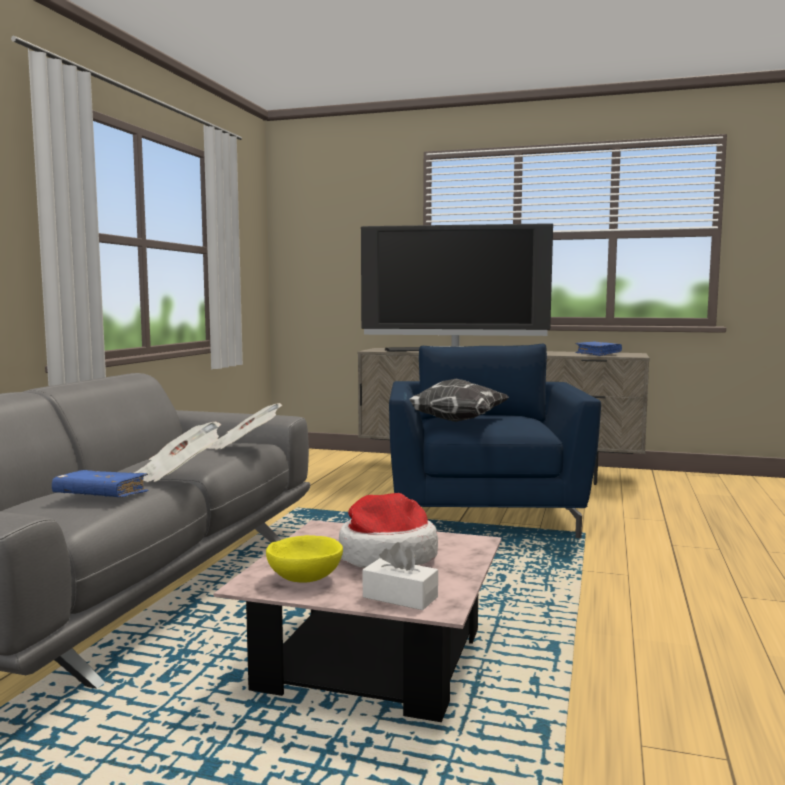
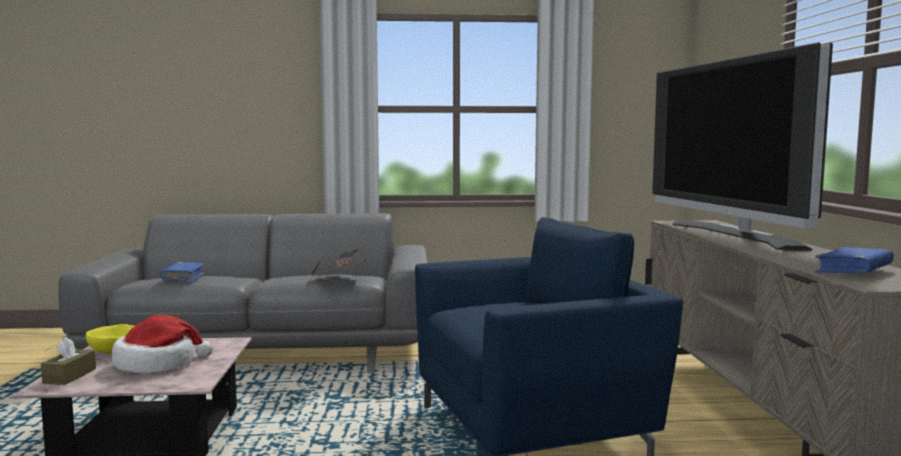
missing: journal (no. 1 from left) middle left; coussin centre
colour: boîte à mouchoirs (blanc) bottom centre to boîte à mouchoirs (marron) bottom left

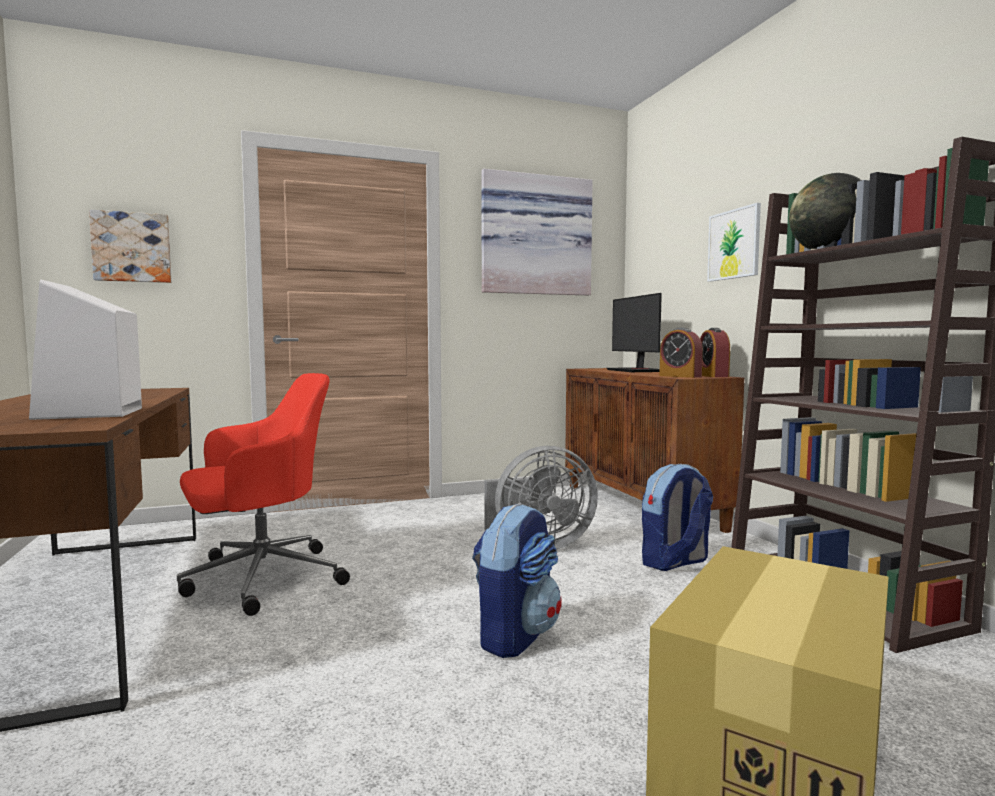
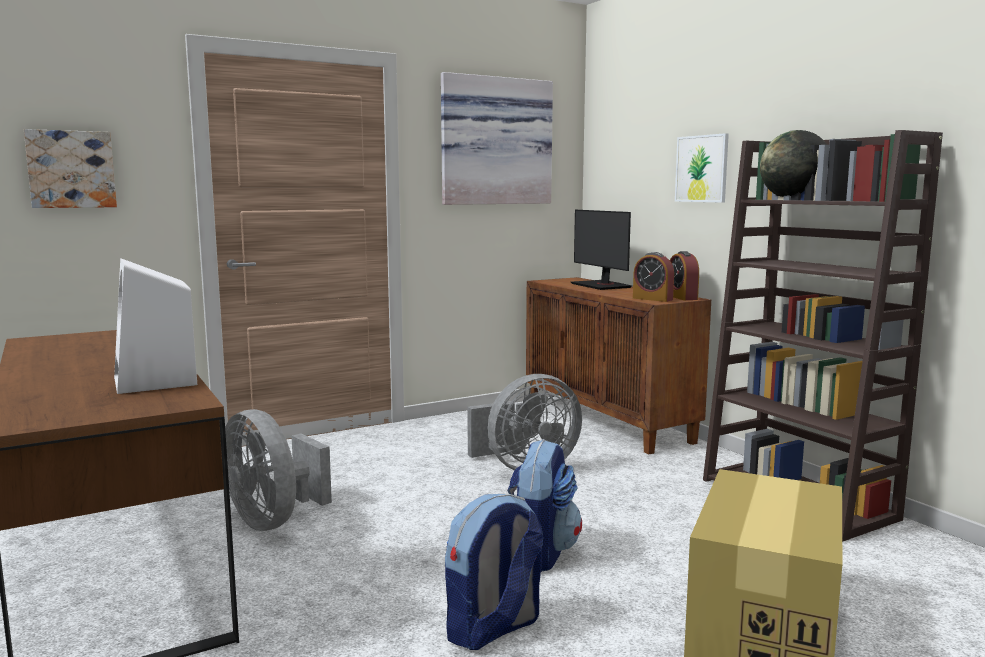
relocated: sac à dos (no. 2 from left in the first image) middle right to sac à dos (no. 1 from left) bottom centre
exchanged: chaise de bureau (rouge) middle left to ventilateur (gris) (no. 1 from left) bottom left

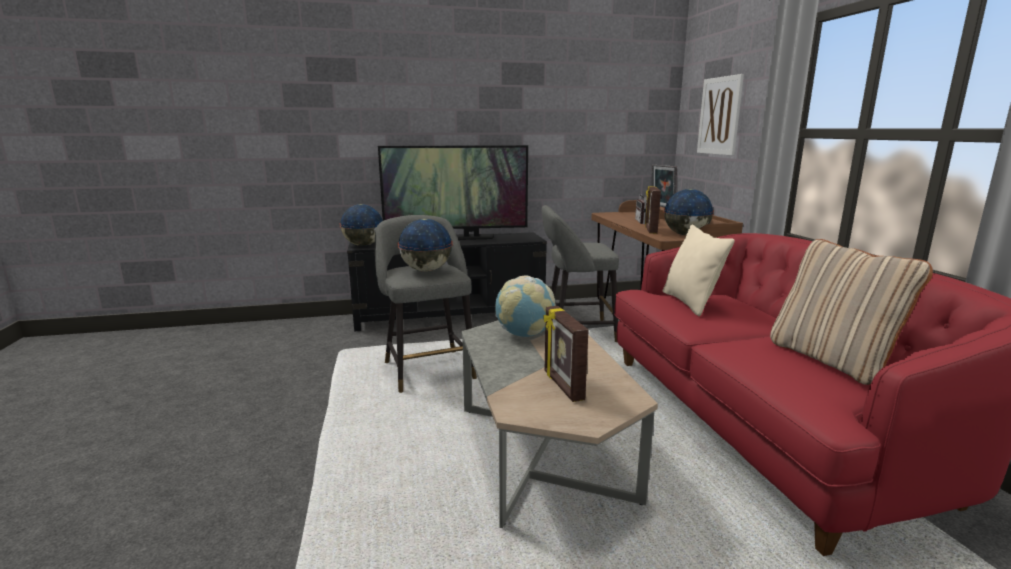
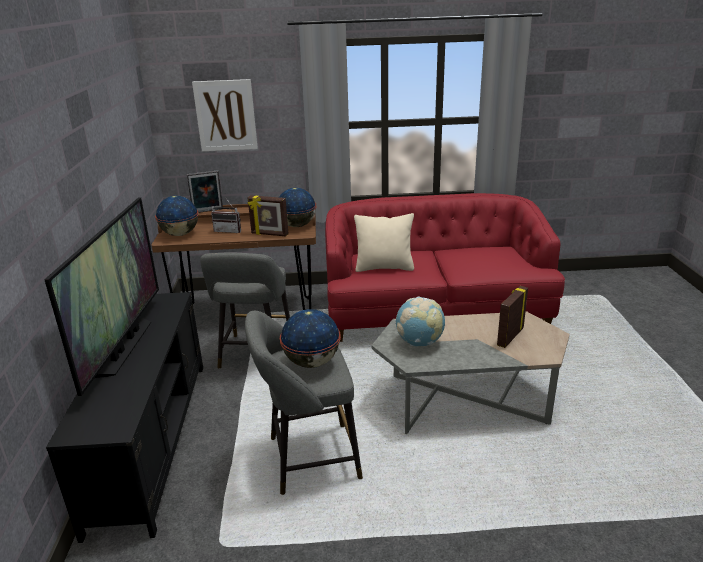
missing: coussin (beige) (no. 2 from left) middle right
relocated: globe (no. 1 from left) centre to middle left
spun: cadre photo (no. 1 from left in the first image) centre = middle right 135 degrees clockwise

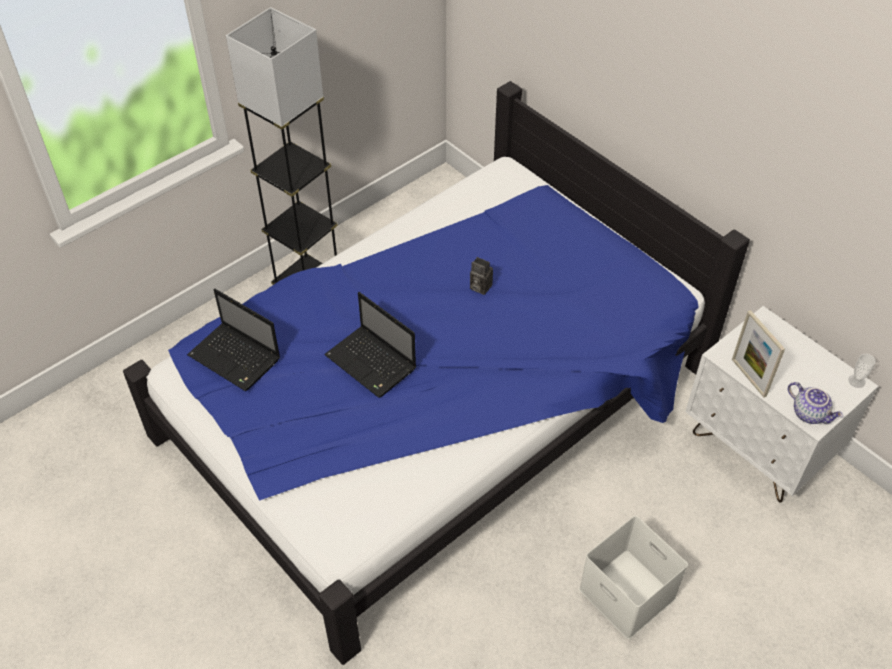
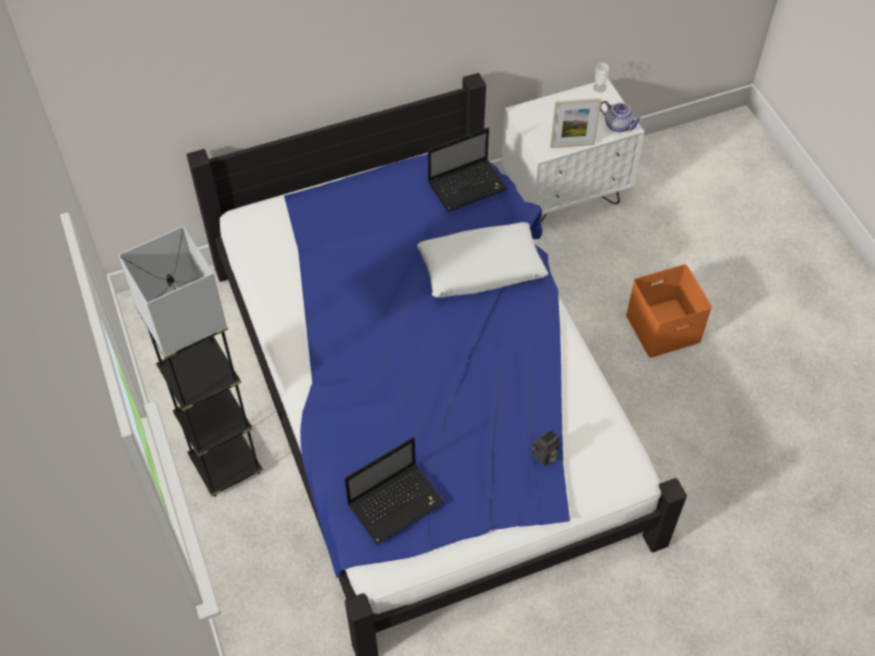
appeared: coussin (blanc) centre
relocated: ordinateur portable (no. 2 from left) centre to top centre; appareil photo centre to bottom centre
colour: boîte de rangement (blanc) bottom right to boîte de rangement (orange) middle right
spun: théière middle right = top right 60 degrees clockwise

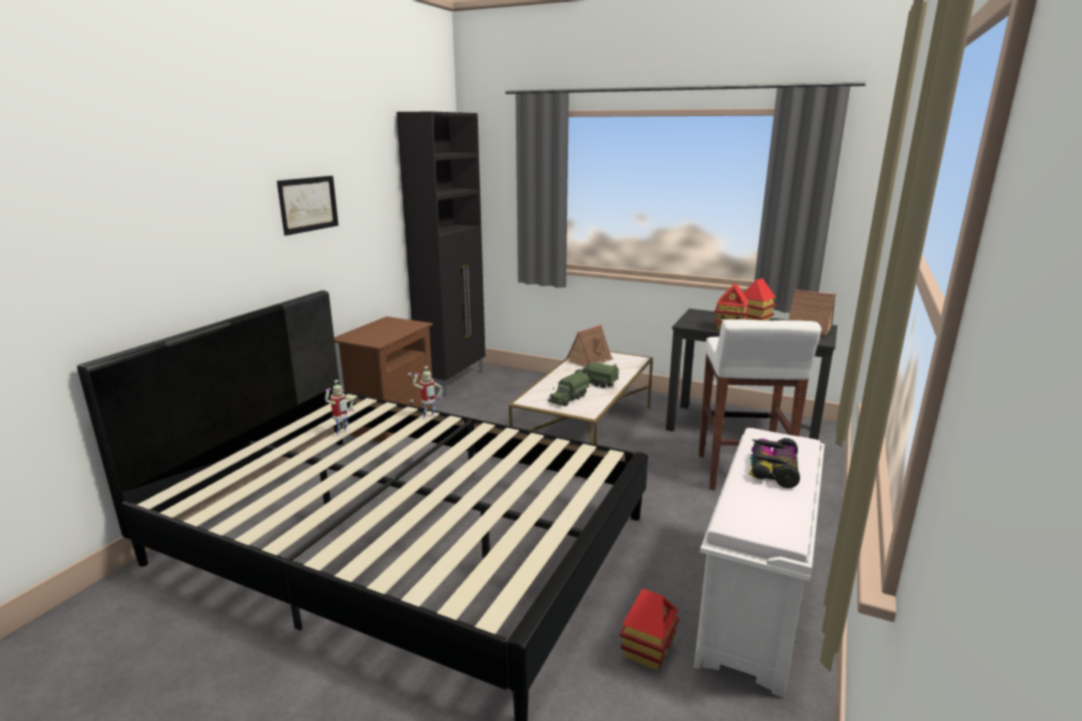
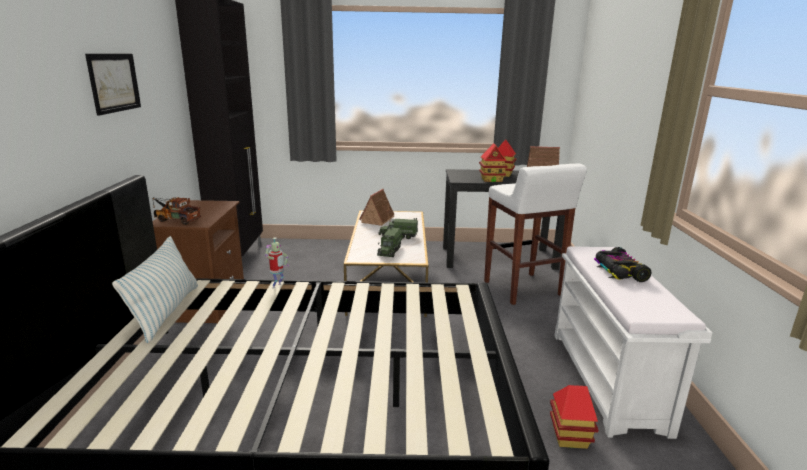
missing: robot jouet (no. 1 from left) middle left
appeared: coussin middle left; camion jouet (no. 1 from left) middle left

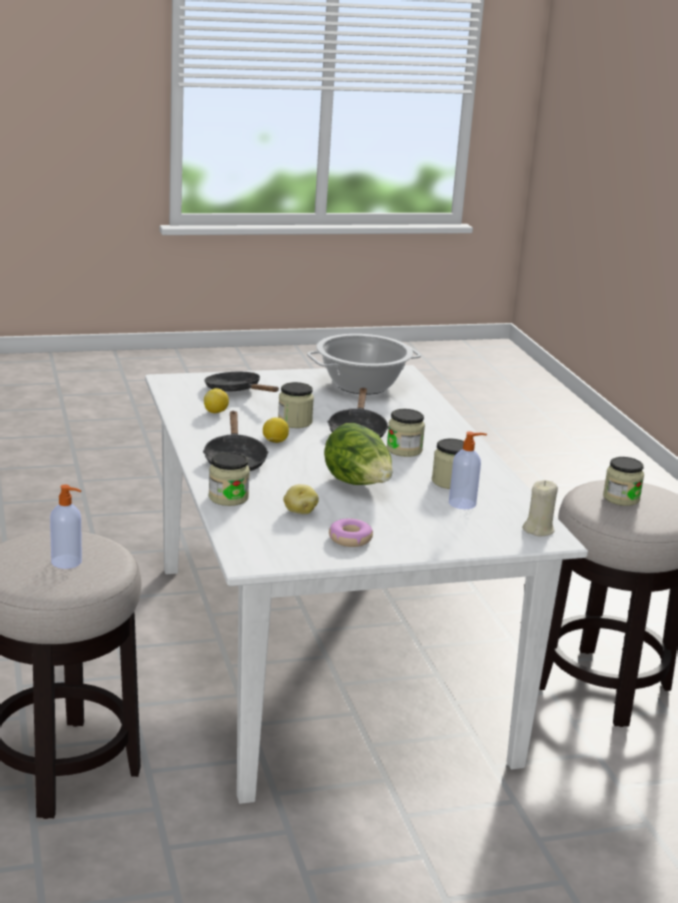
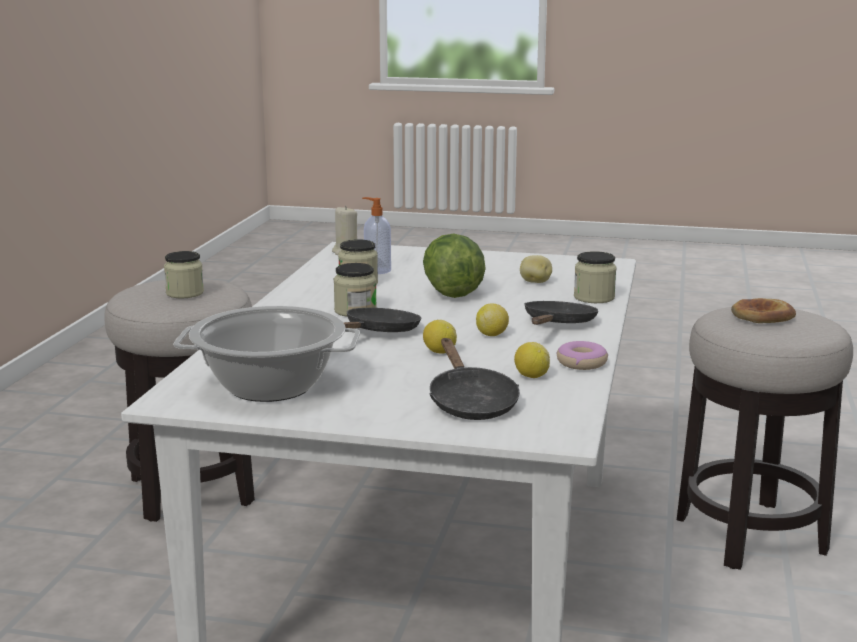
relocated: beignet centre to middle right
exchanged: distributeur de savon (no. 1 from left) middle left to pain middle right; bocal (no. 2 from left) centre to citron (no. 1 from left) centre

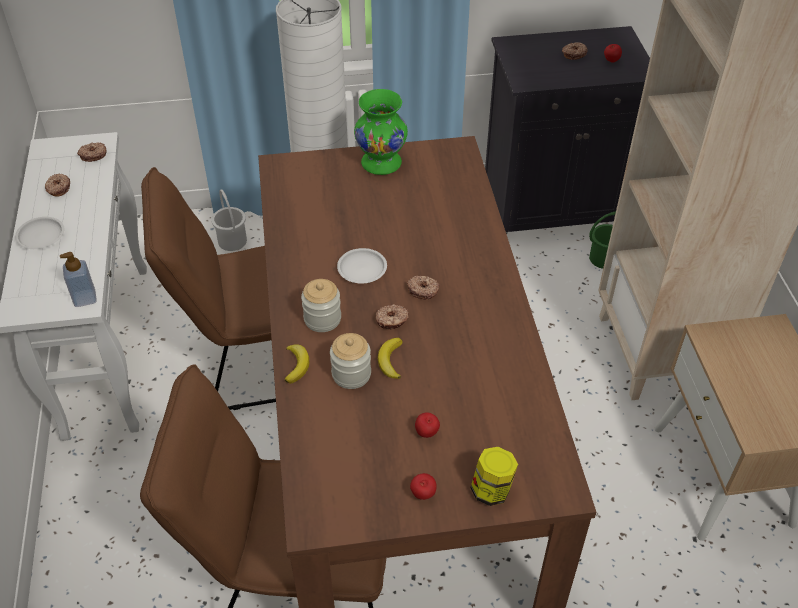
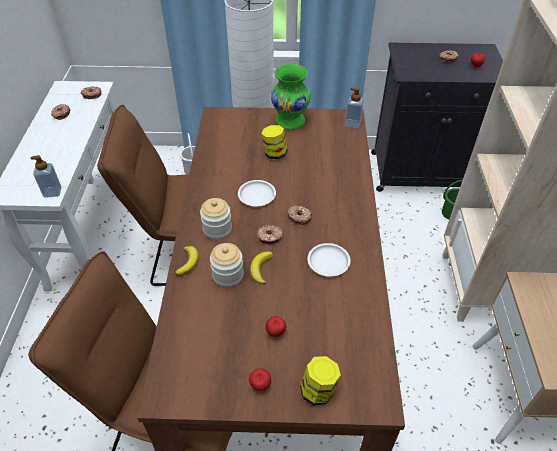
appeared: bocal (no. 3 from left) top centre; distributeur de savon (no. 2 from left) top centre
relocated: assiette (blanc) (no. 1 from left in the first image) middle left to assiette (blanc) (no. 2 from left) centre

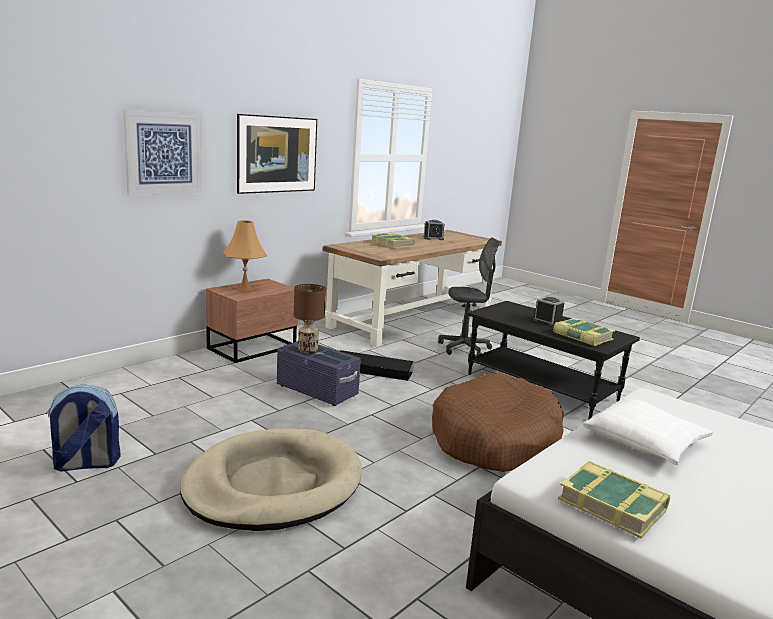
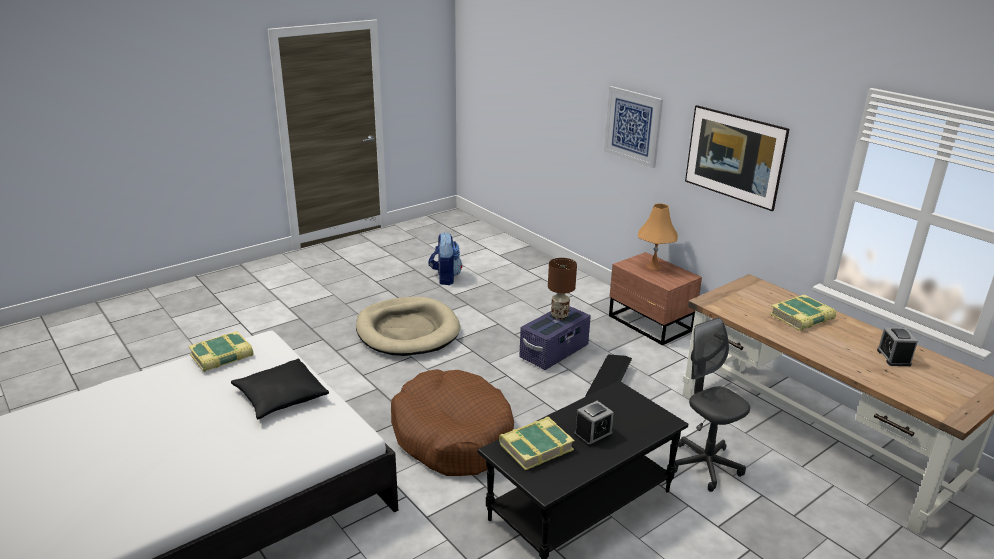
colour: coussin (blanc) bottom right to coussin (noir) bottom left
spun: chaise de bureau (gris) centre = bottom right 150 degrees clockwise

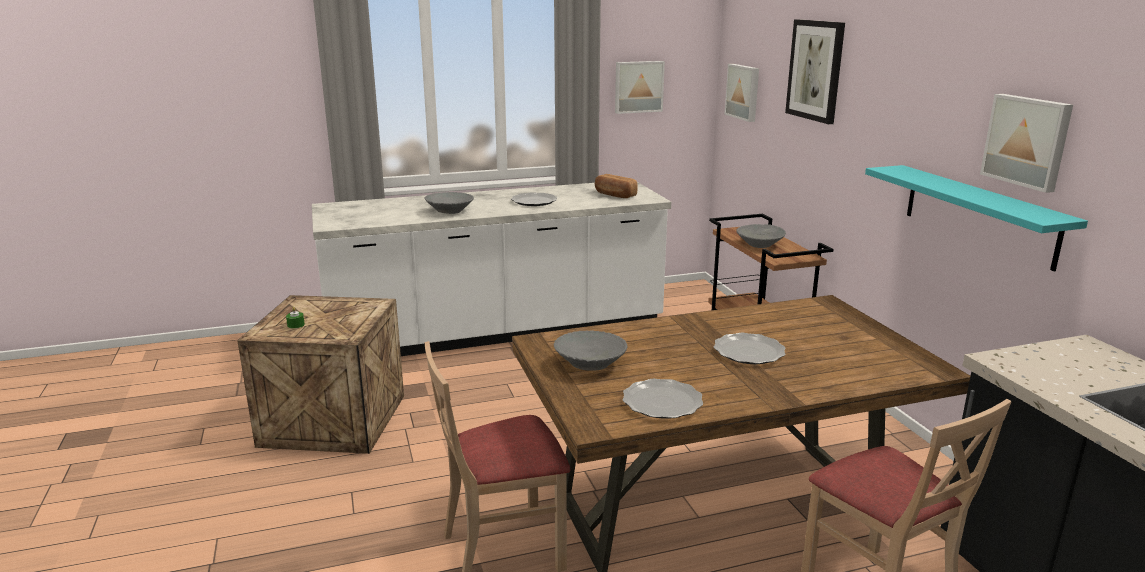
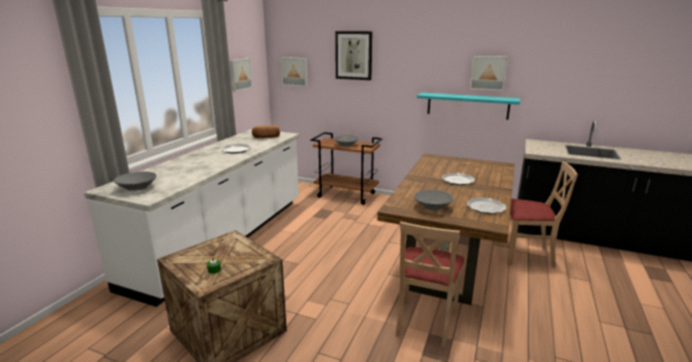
relocated: bol (gris) (no. 1 from left) centre to middle left

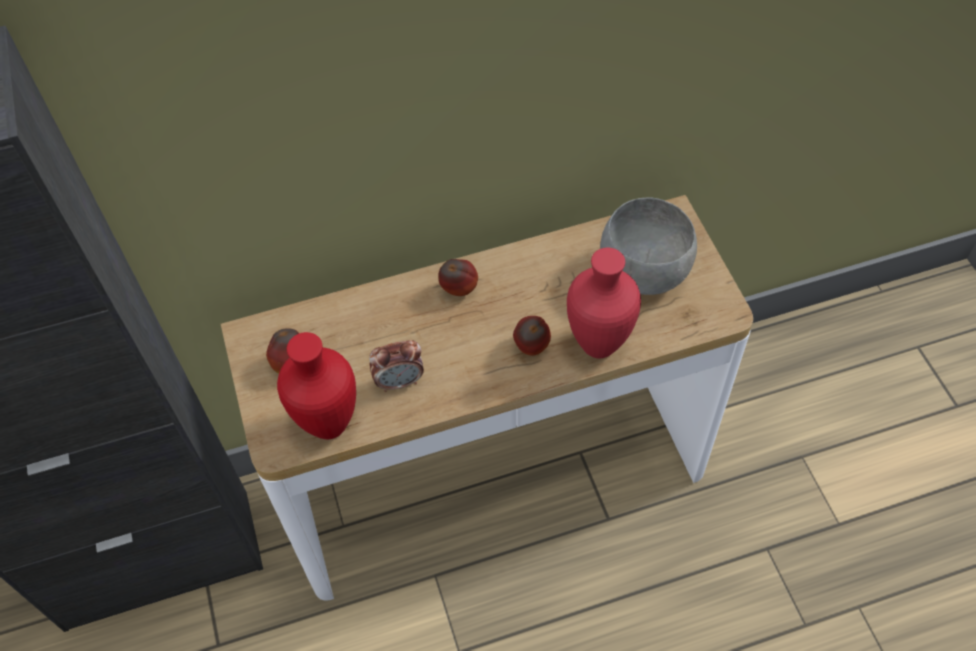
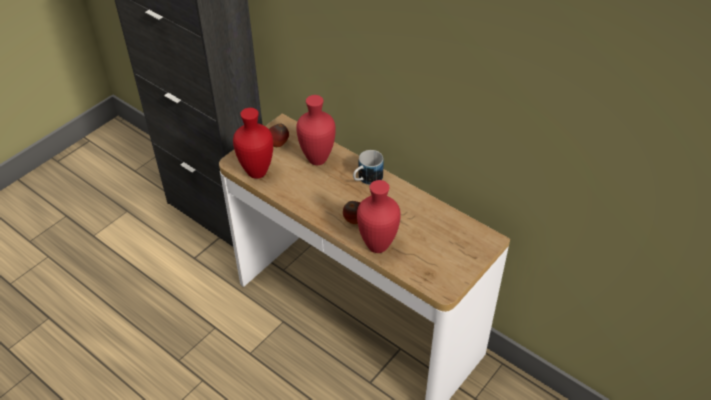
missing: réveil centre; bol (gris) centre
appeared: vase (rouge) (no. 2 from left) top centre
exchanged: pomme (no. 2 from left) centre to mug centre

